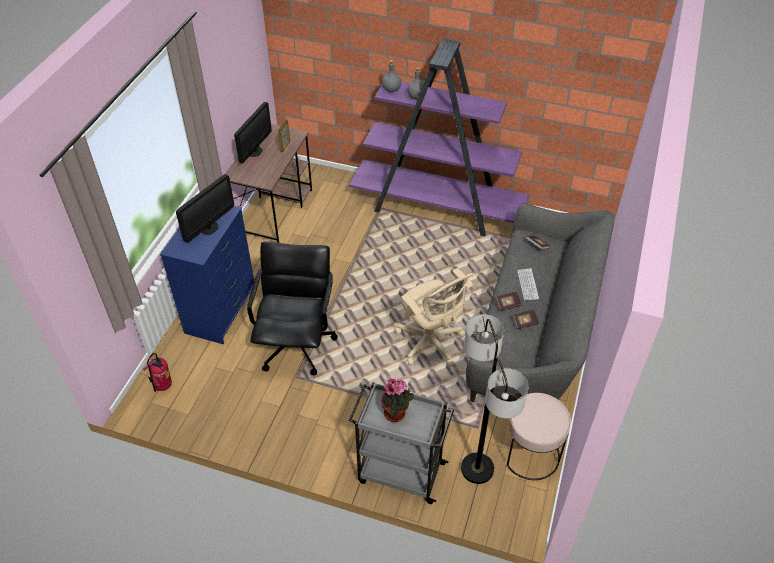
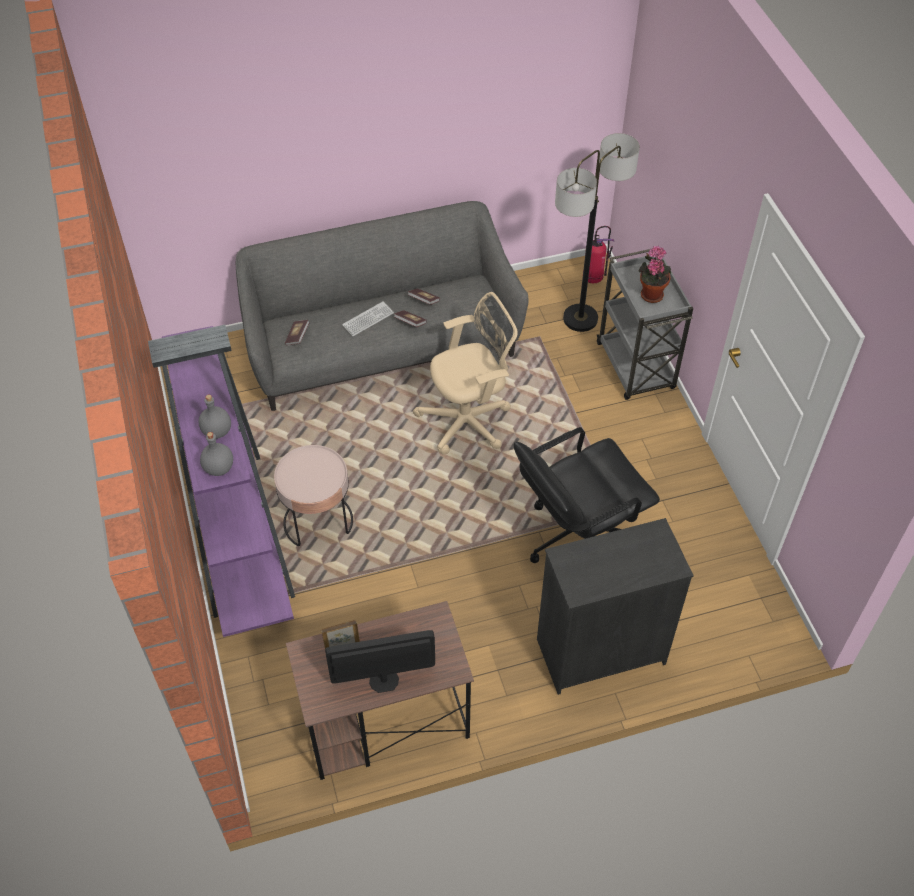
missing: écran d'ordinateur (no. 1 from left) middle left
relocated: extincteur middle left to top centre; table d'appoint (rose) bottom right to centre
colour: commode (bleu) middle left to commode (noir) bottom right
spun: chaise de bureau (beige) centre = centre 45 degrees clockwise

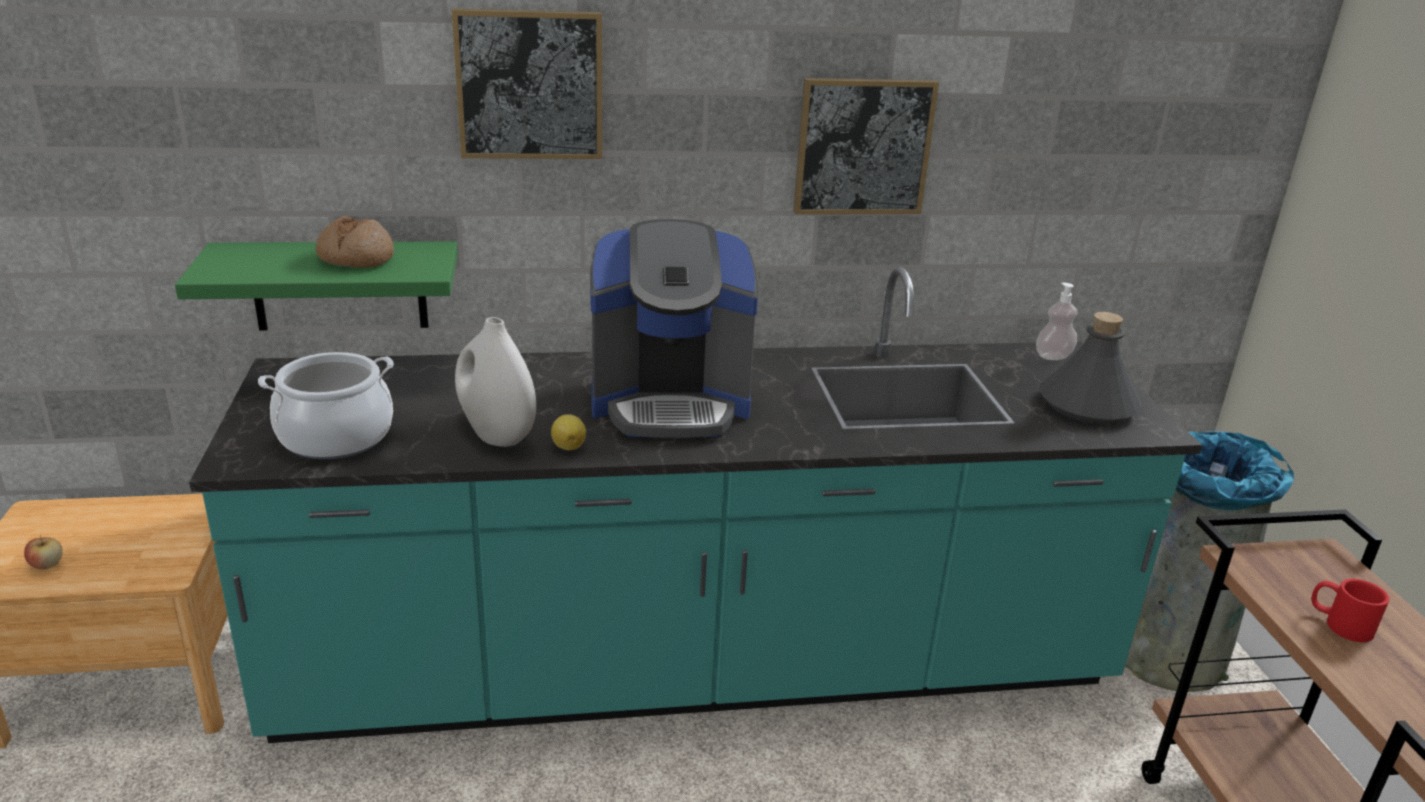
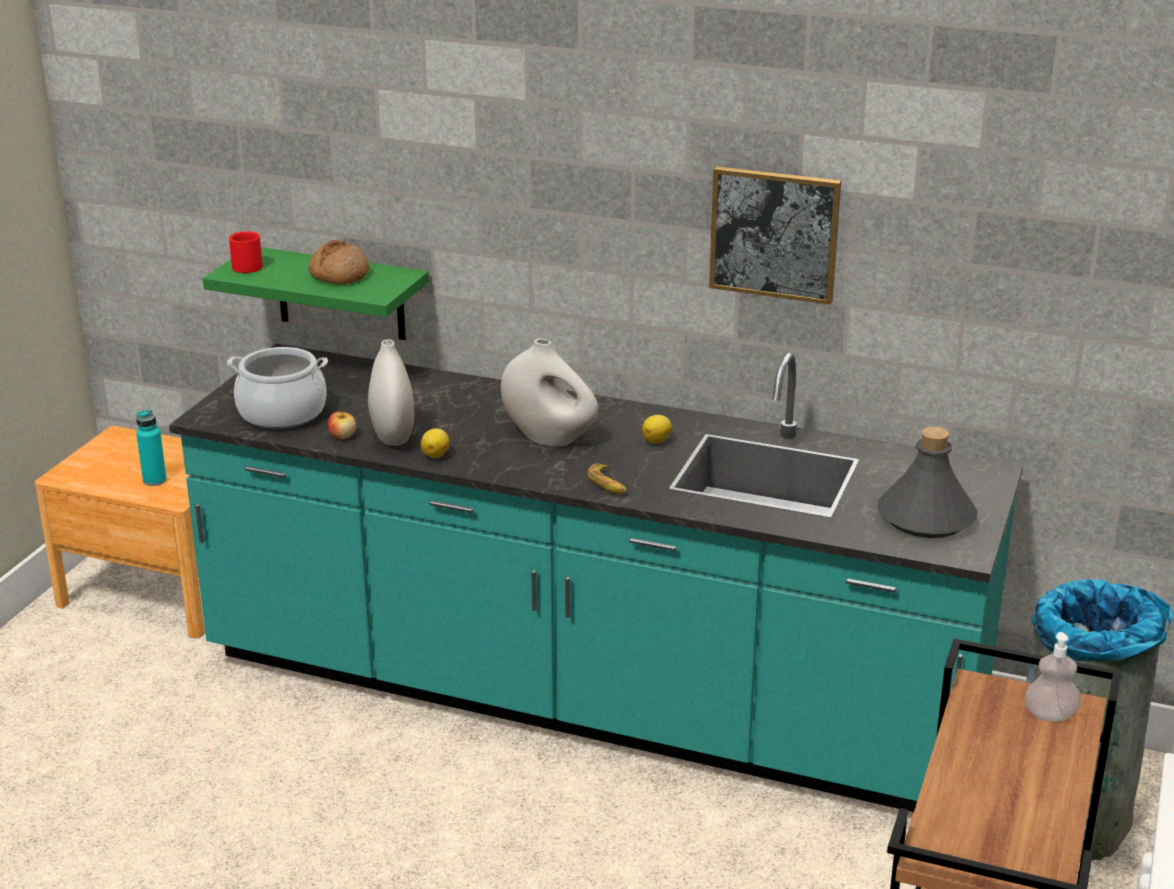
missing: tableau (no. 1 from left) top centre
appeared: bouteille (turquoise) middle left; banane centre; citron (no. 2 from left) centre
relocated: pomme bottom left to middle left; distributeur de savon middle right to bottom right; mug (rouge) bottom right to top left
exchanged: machine à café centre to vase (blanc) (no. 2 from left) centre

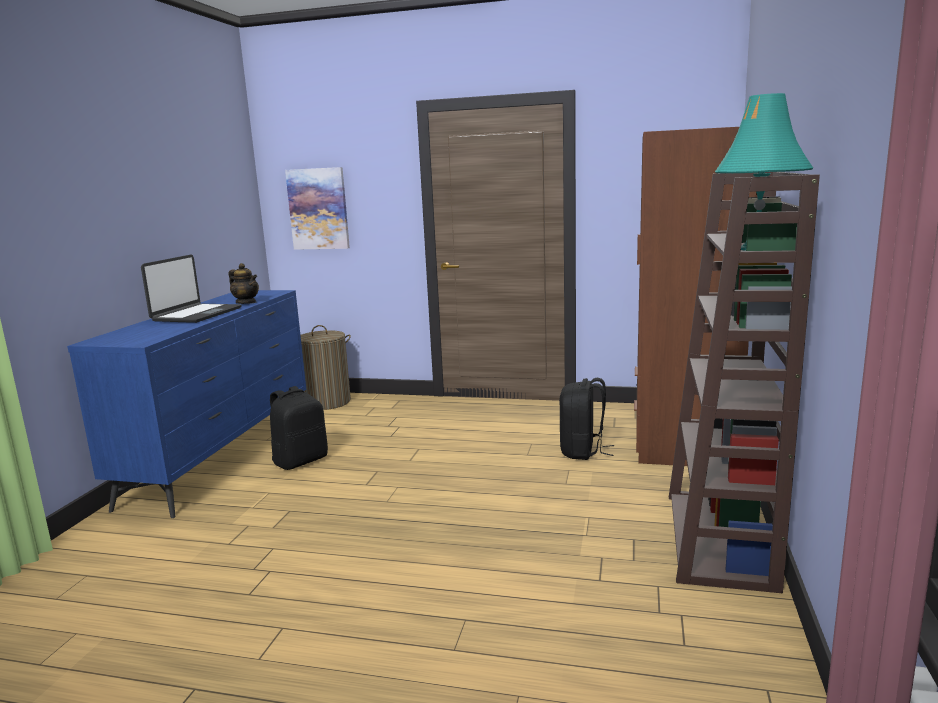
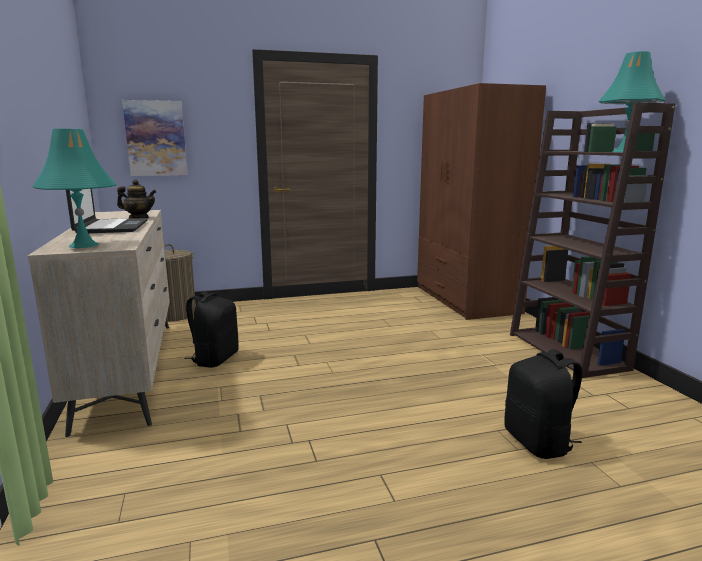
appeared: lampe de table (turquoise) (no. 1 from left) middle left
relocated: sac à dos (noir) (no. 2 from left) centre to bottom right
colour: commode (bleu) middle left to commode (beige) middle left

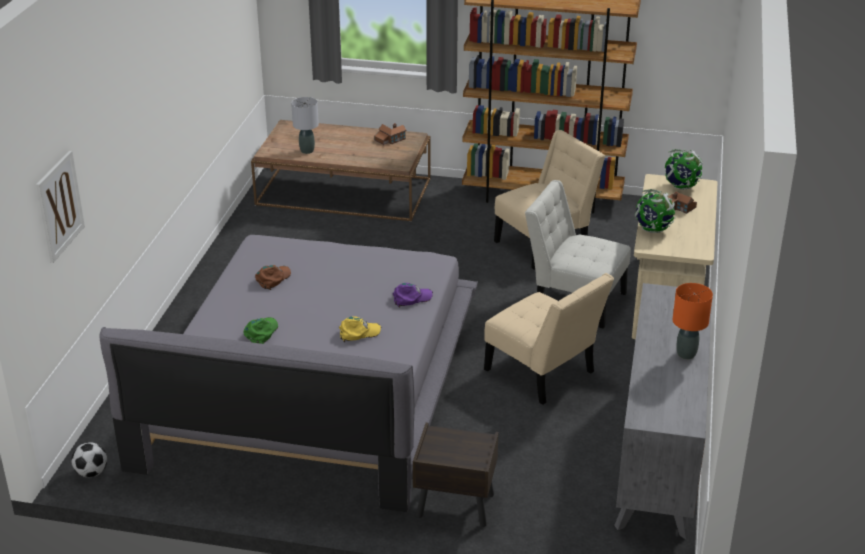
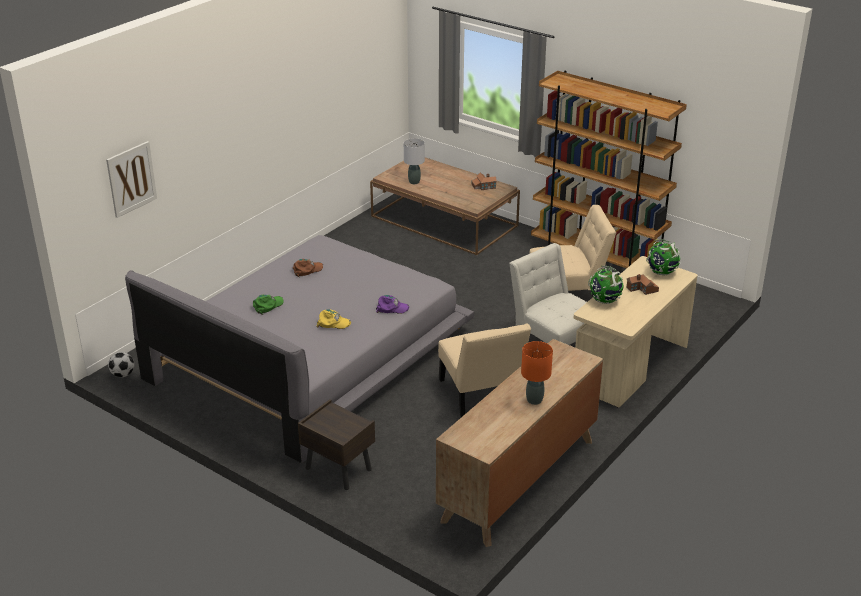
colour: commode (gris) bottom right to commode (marron) bottom centre

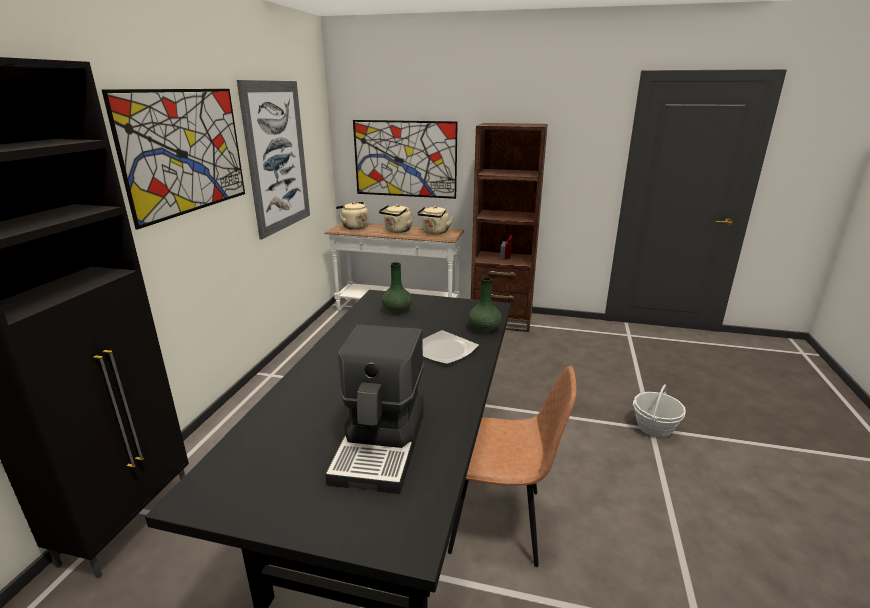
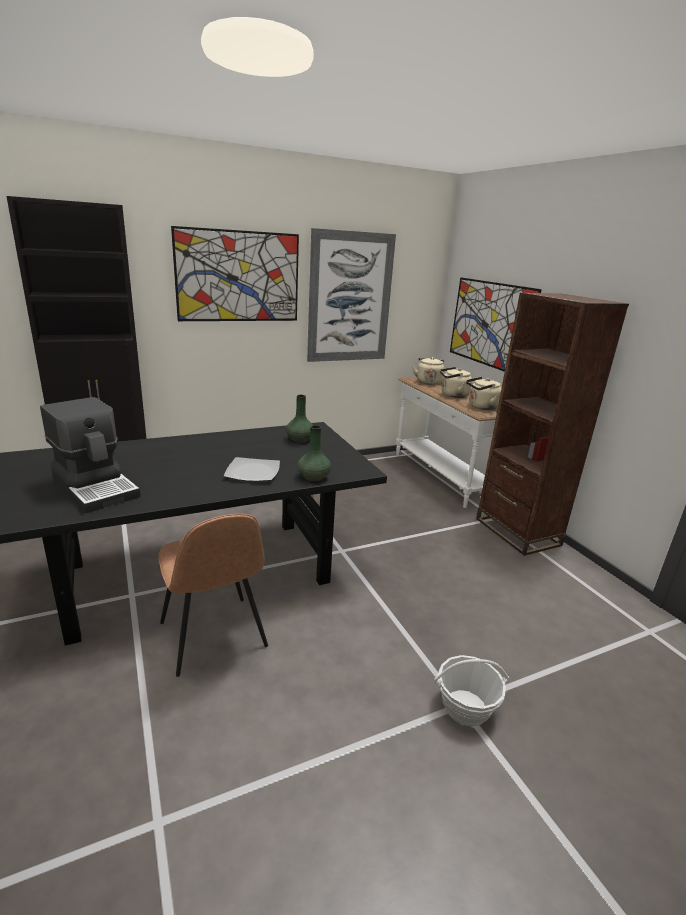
spun: machine à café bottom centre = middle left 105 degrees counterclockwise

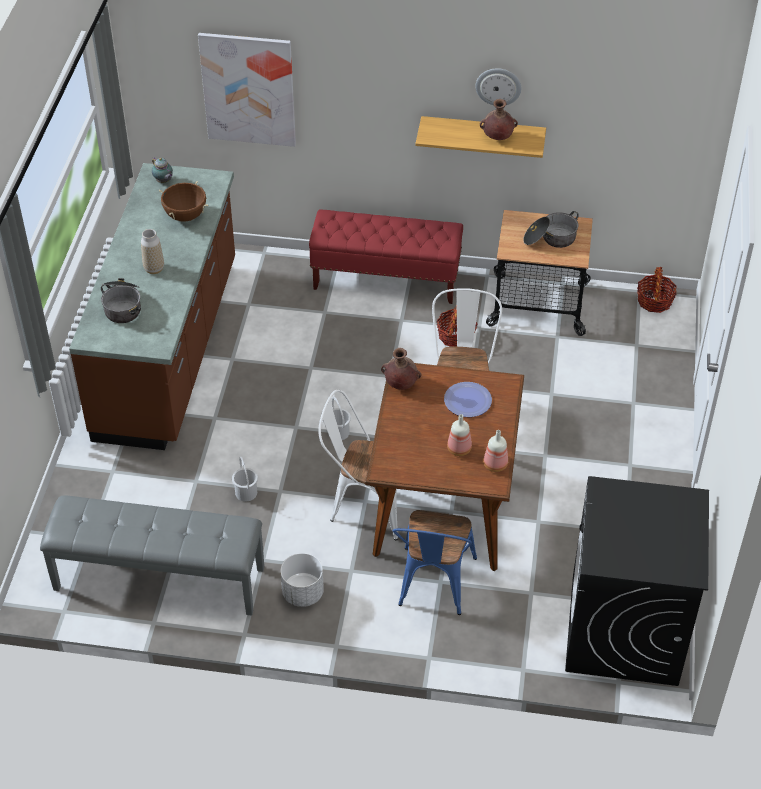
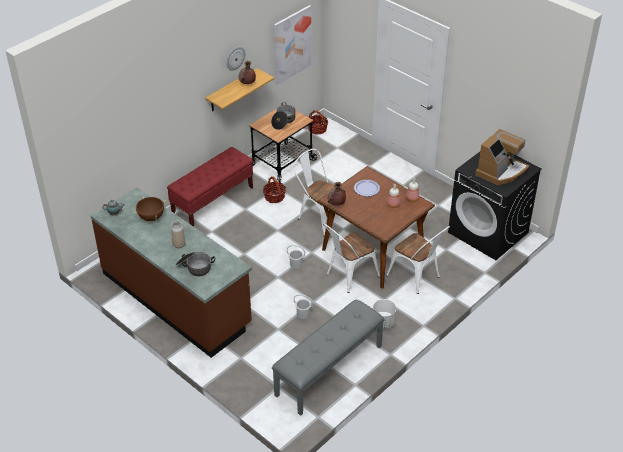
appeared: machine à café middle right
relocated: tableau top left to top centre
colour: chaise (bleu) bottom centre to chaise (blanc) (no. 3 from left) middle right

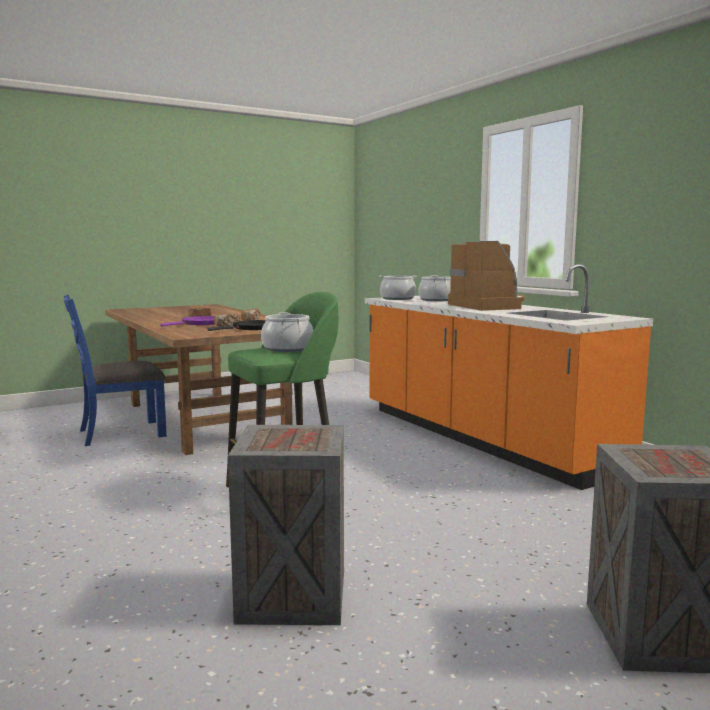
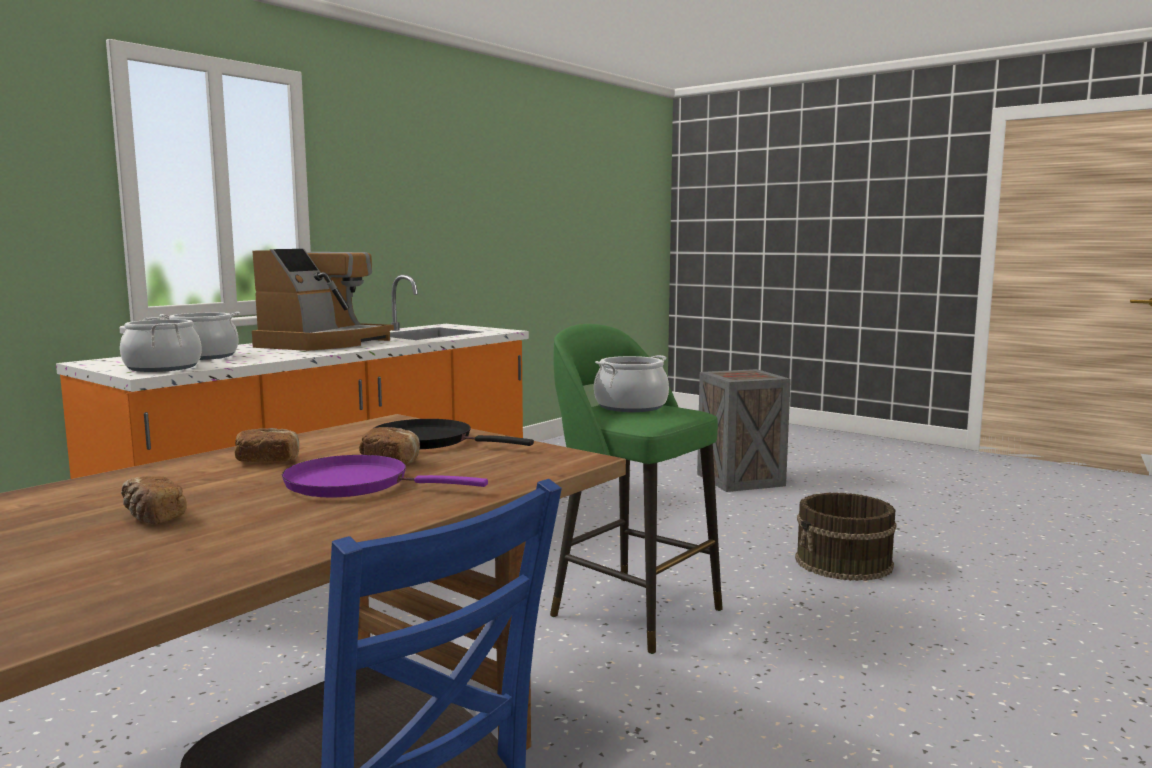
exchanged: caisse (no. 1 from left) bottom centre to seau (marron) bottom right
spun: machine à café middle right = middle left 150 degrees clockwise

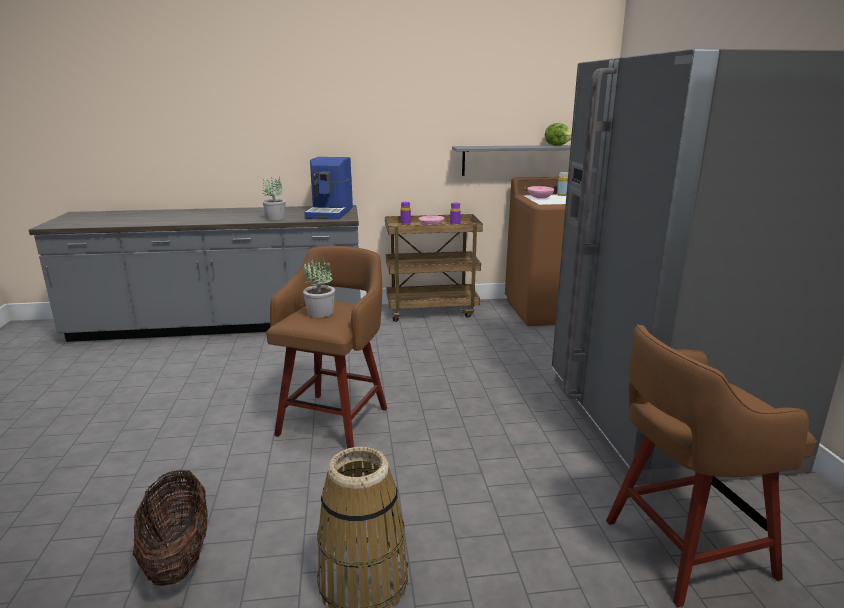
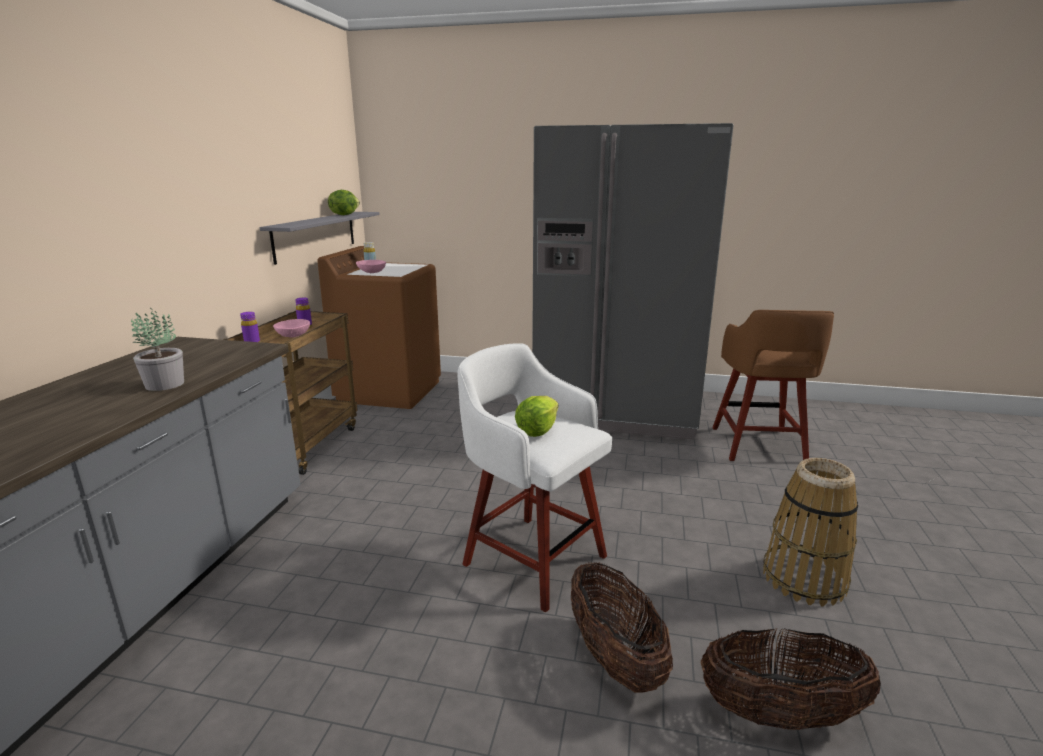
missing: machine à café top centre
appeared: panier (no. 1 from left) bottom centre
exchanged: plante en pot (no. 2 from left) centre to laitue (no. 2 from left) centre
colour: tabouret (marron) (no. 1 from left) centre to tabouret (blanc) centre

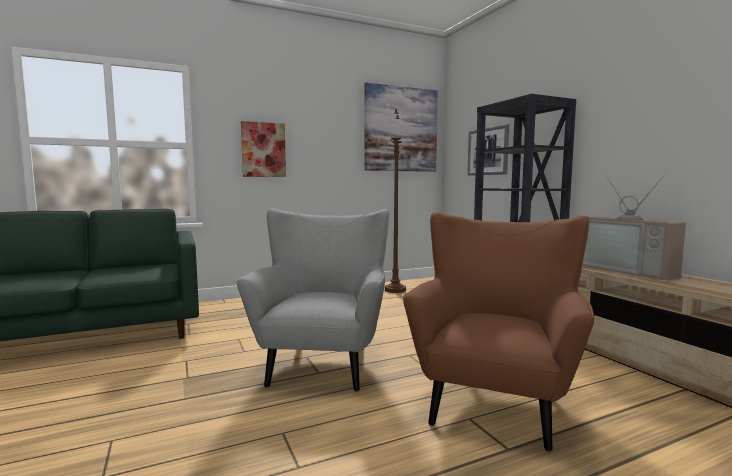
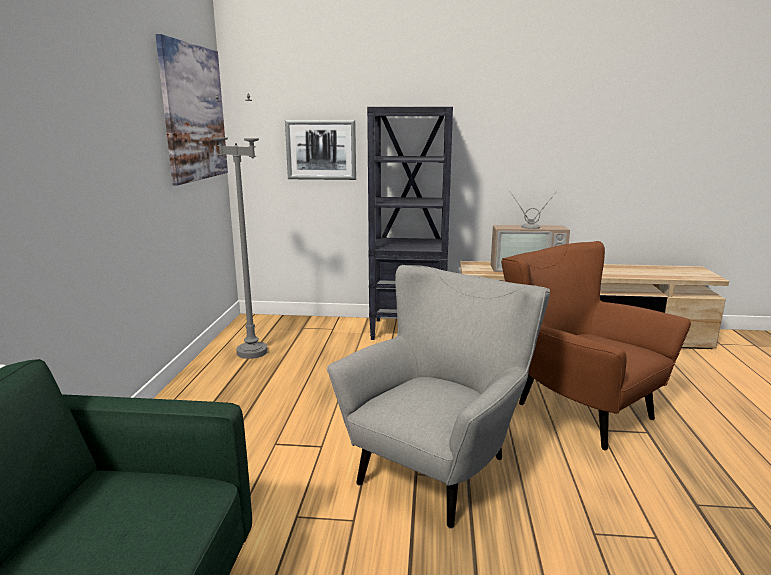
missing: tableau (no. 1 from left) top centre
colour: lampadaire (marron) centre to lampadaire (gris) middle left
spun: fauteuil (gris) centre = bottom centre 90 degrees clockwise

